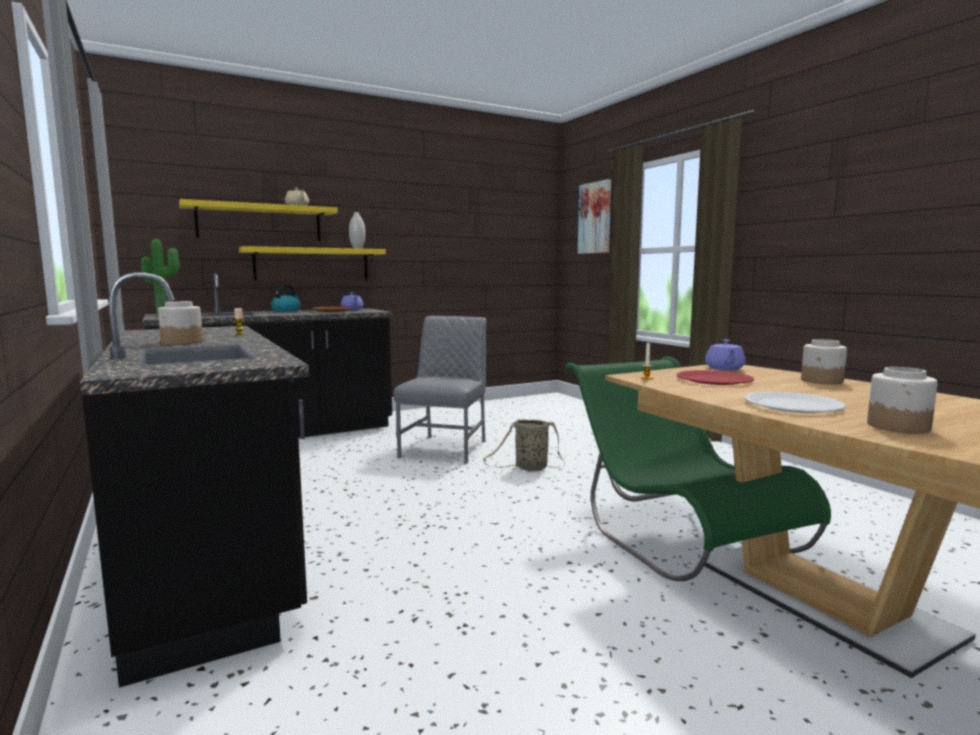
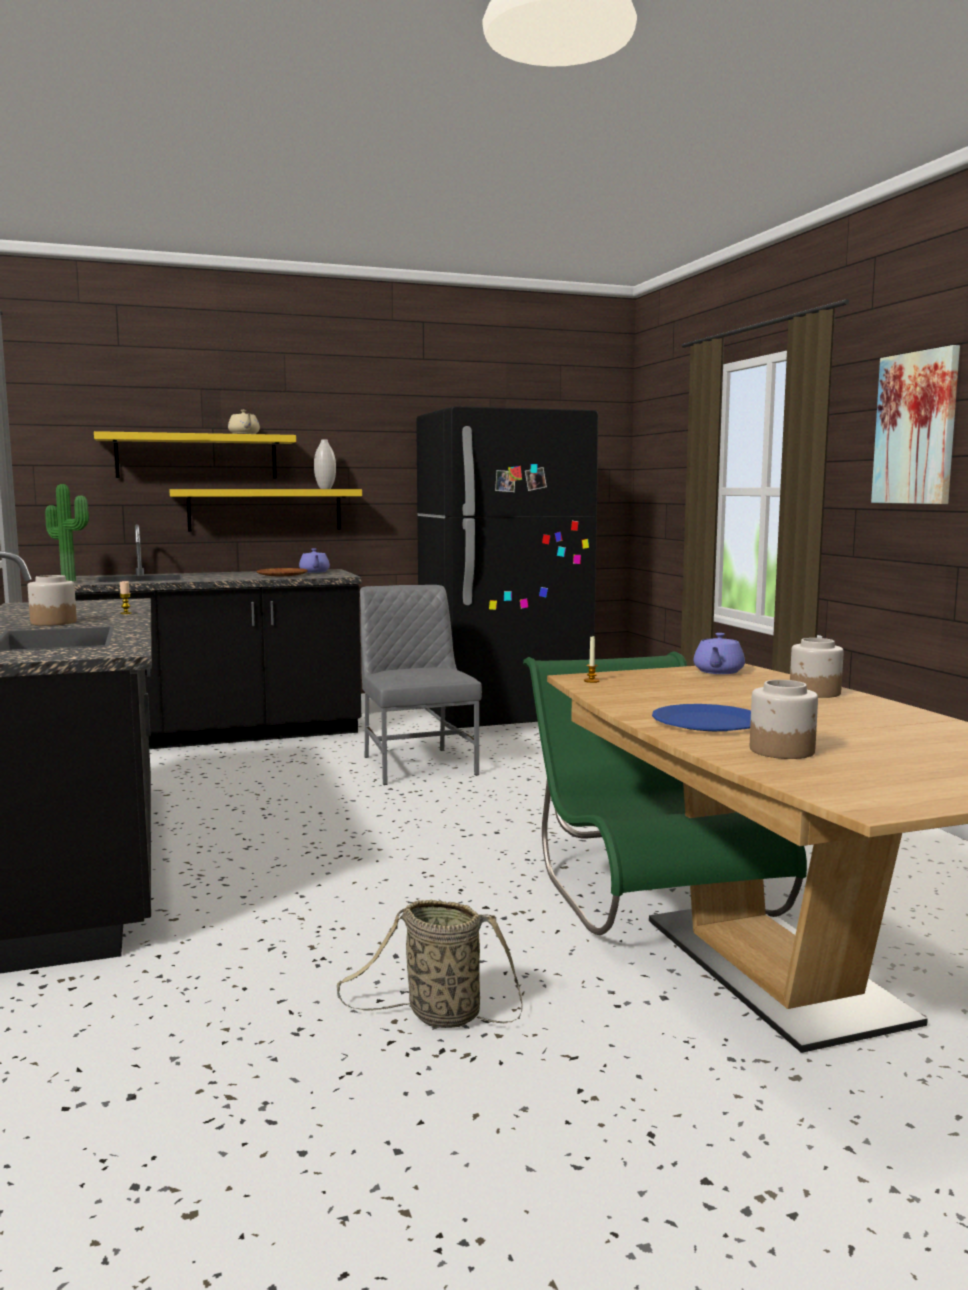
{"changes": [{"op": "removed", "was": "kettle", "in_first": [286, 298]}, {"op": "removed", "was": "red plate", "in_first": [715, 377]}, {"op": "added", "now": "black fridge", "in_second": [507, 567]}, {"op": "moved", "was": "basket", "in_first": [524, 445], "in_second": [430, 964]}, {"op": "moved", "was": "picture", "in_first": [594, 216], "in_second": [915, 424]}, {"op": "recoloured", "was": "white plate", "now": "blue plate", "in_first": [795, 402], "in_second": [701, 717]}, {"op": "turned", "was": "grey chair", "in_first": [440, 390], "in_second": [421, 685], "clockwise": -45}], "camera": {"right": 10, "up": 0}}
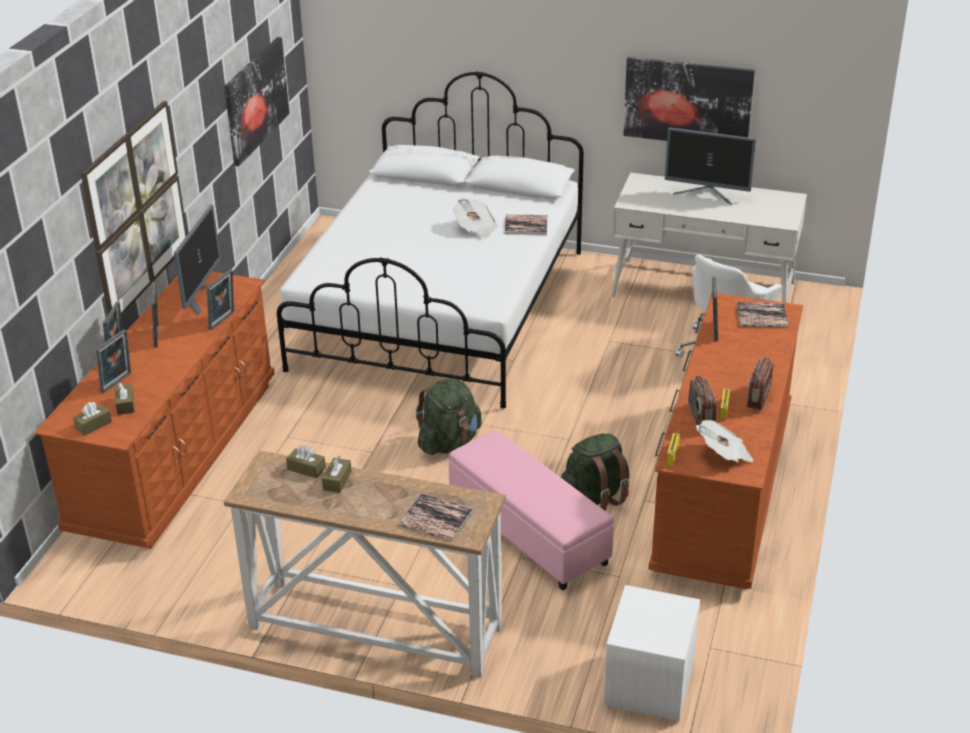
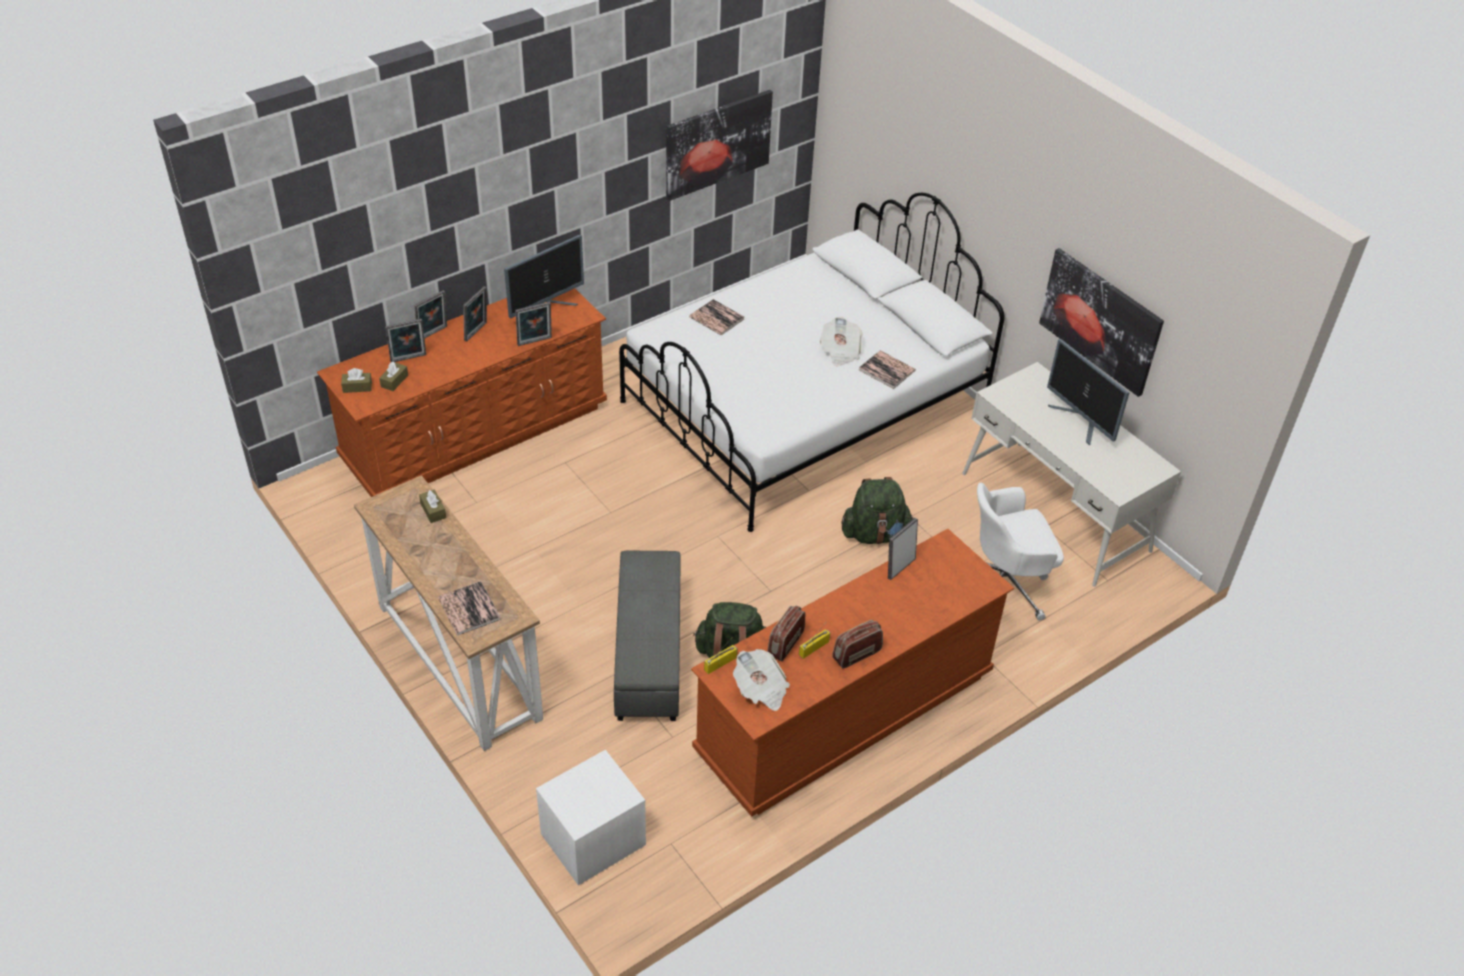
{"changes": [{"op": "removed", "was": "picture", "in_first": [134, 208]}, {"op": "removed", "was": "brown tissue box", "in_first": [337, 474]}, {"op": "moved", "was": "green backpack", "in_first": [449, 416], "in_second": [878, 510]}, {"op": "moved", "was": "book", "in_first": [762, 315], "in_second": [716, 317]}, {"op": "recoloured", "was": "pink ottoman", "now": "grey ottoman", "in_first": [531, 510], "in_second": [647, 636]}], "camera": {"right": 35, "up": 10}}
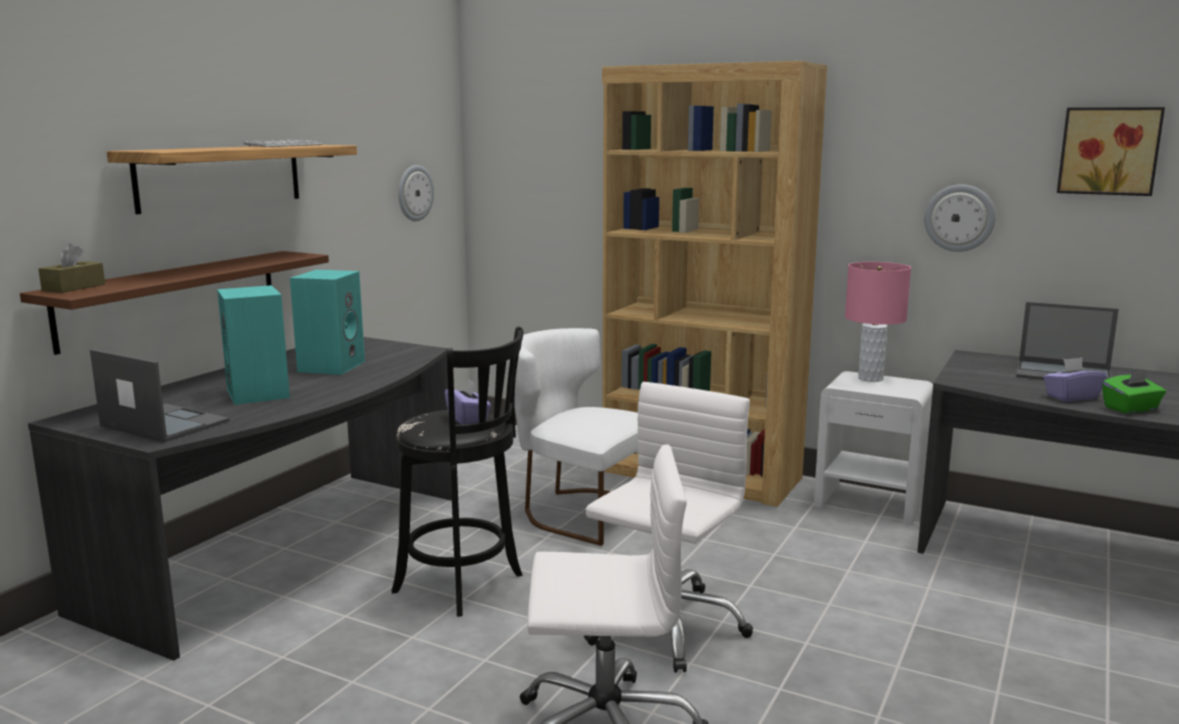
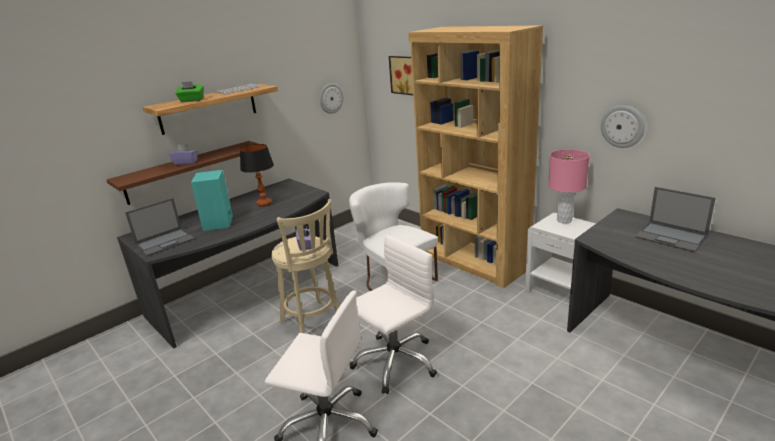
{"changes": [{"op": "removed", "was": "brown tissue box", "in_first": [71, 268]}, {"op": "moved", "was": "purple tissue box", "in_first": [1074, 380], "in_second": [183, 154]}, {"op": "moved", "was": "picture", "in_first": [1111, 151], "in_second": [401, 75]}, {"op": "moved", "was": "green tissue box", "in_first": [1134, 392], "in_second": [189, 91]}, {"op": "replaced", "was": "turquoise speaker", "now": "table lamp", "in_first": [327, 322], "in_second": [257, 175]}, {"op": "recoloured", "was": "black stool", "now": "beige stool", "in_first": [457, 471], "in_second": [305, 266]}, {"op": "turned", "was": "laptop", "in_first": [160, 395], "in_second": [160, 227], "clockwise": 90}], "camera": {"right": 20, "up": 10}}
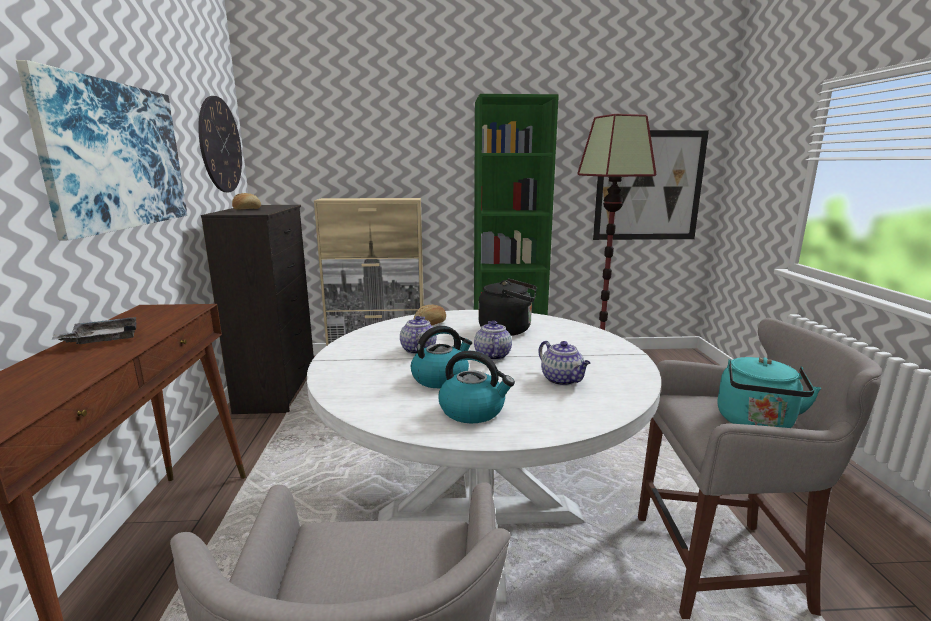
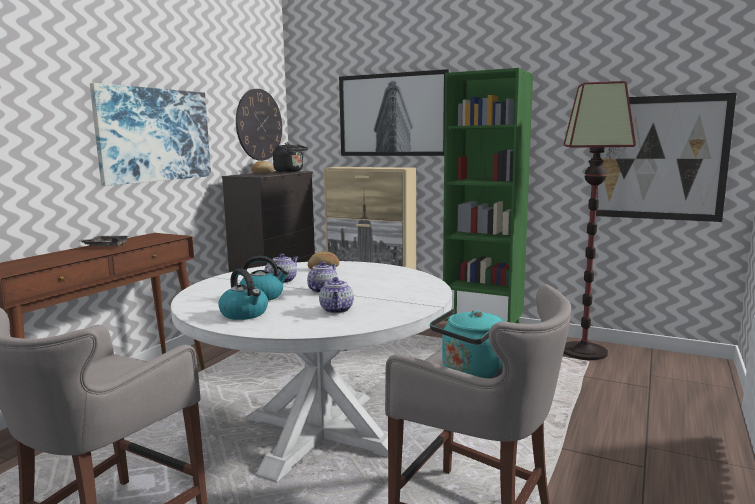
{"changes": [{"op": "added", "now": "picture", "in_second": [394, 112]}, {"op": "moved", "was": "black kettle", "in_first": [507, 307], "in_second": [290, 157]}], "camera": {"right": 30, "up": -5}}
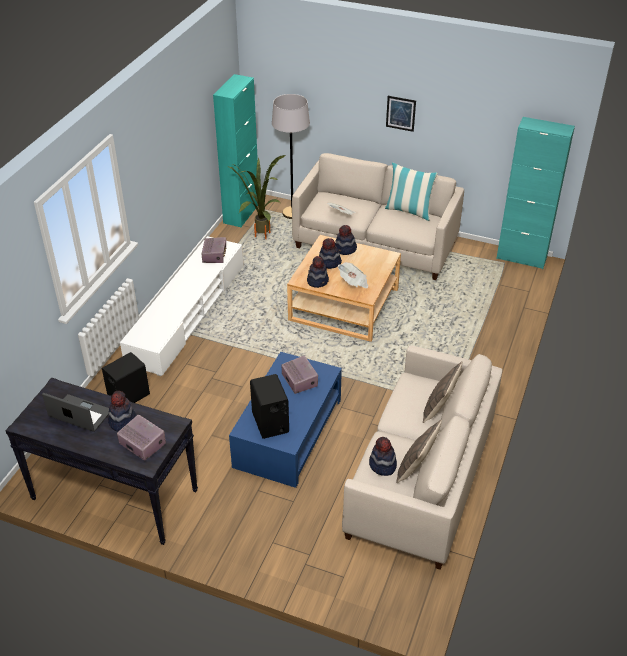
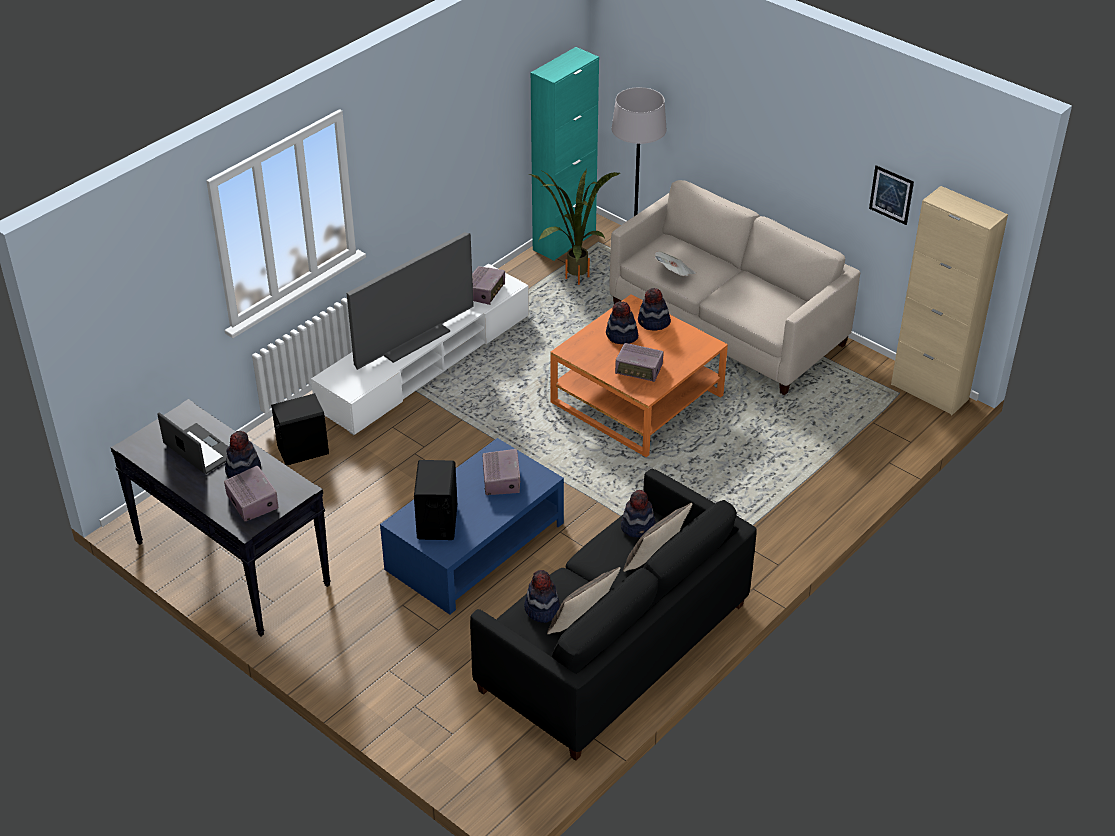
{"changes": [{"op": "removed", "was": "pillow", "in_first": [411, 192]}, {"op": "added", "now": "television", "in_second": [410, 301]}, {"op": "moved", "was": "hat", "in_first": [318, 272], "in_second": [638, 513]}, {"op": "moved", "was": "picture", "in_first": [401, 114], "in_second": [891, 195]}, {"op": "replaced", "was": "newspaper", "now": "radio", "in_first": [353, 275], "in_second": [639, 362]}, {"op": "recoloured", "was": "beige coffee table", "now": "orange coffee table", "in_first": [344, 288], "in_second": [639, 376]}, {"op": "recoloured", "was": "beige sofa", "now": "black sofa", "in_first": [422, 457], "in_second": [613, 614]}, {"op": "recoloured", "was": "turquoise cabinet", "now": "beige cabinet", "in_first": [535, 193], "in_second": [949, 300]}], "camera": {"right": 20, "up": 0}}
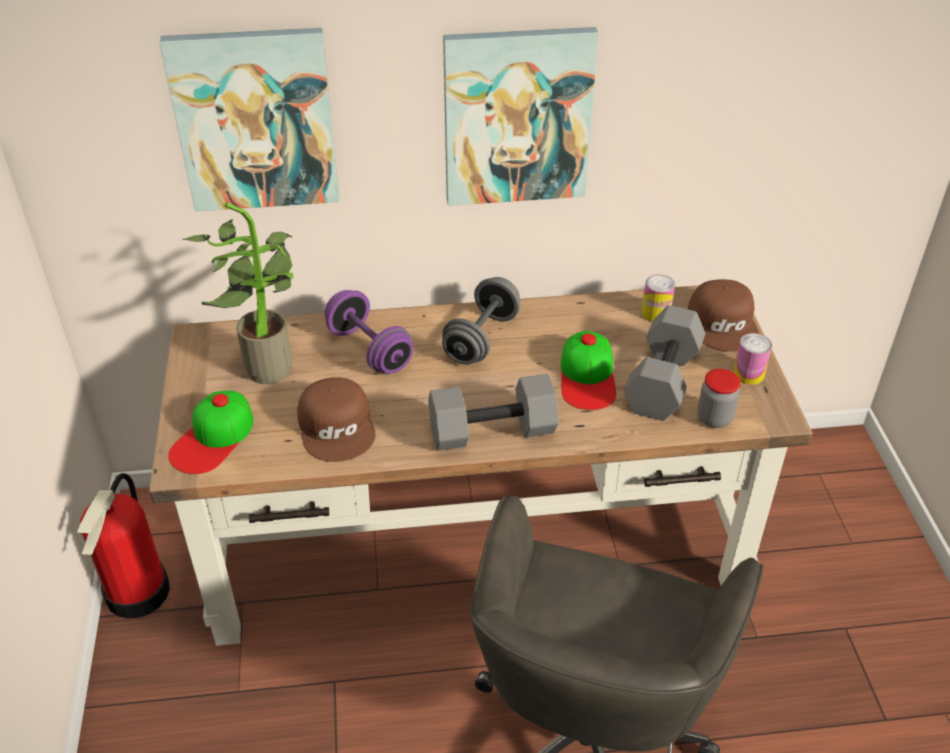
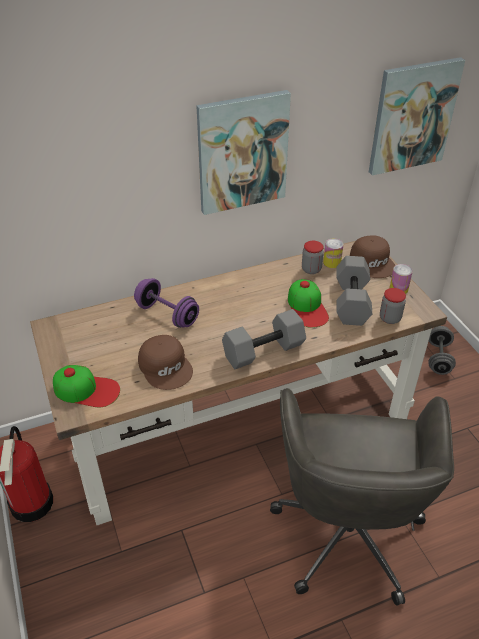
{"changes": [{"op": "removed", "was": "potted plant", "in_first": [238, 293]}, {"op": "added", "now": "jar", "in_second": [313, 257]}, {"op": "moved", "was": "picture", "in_first": [249, 120], "in_second": [417, 116]}, {"op": "moved", "was": "grey dumbbell", "in_first": [481, 321], "in_second": [442, 350]}, {"op": "turned", "was": "cap", "in_first": [210, 432], "in_second": [86, 386], "clockwise": -90}], "camera": {"right": -15, "up": 0}}
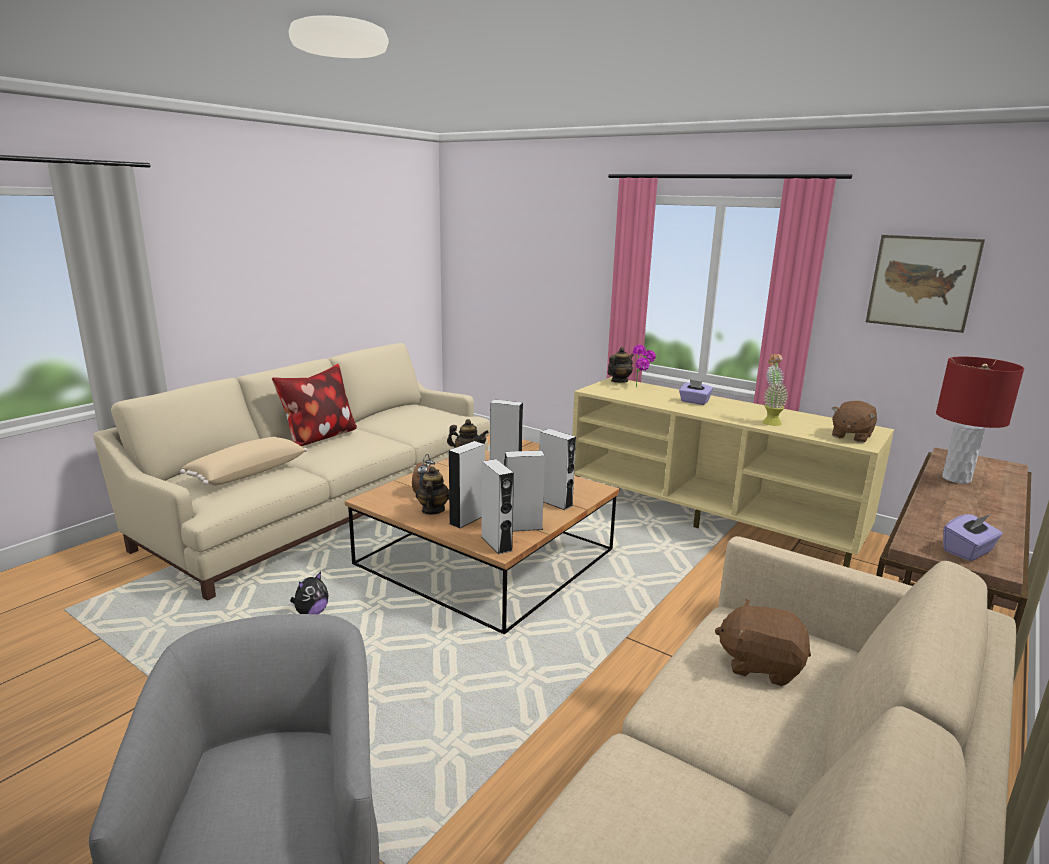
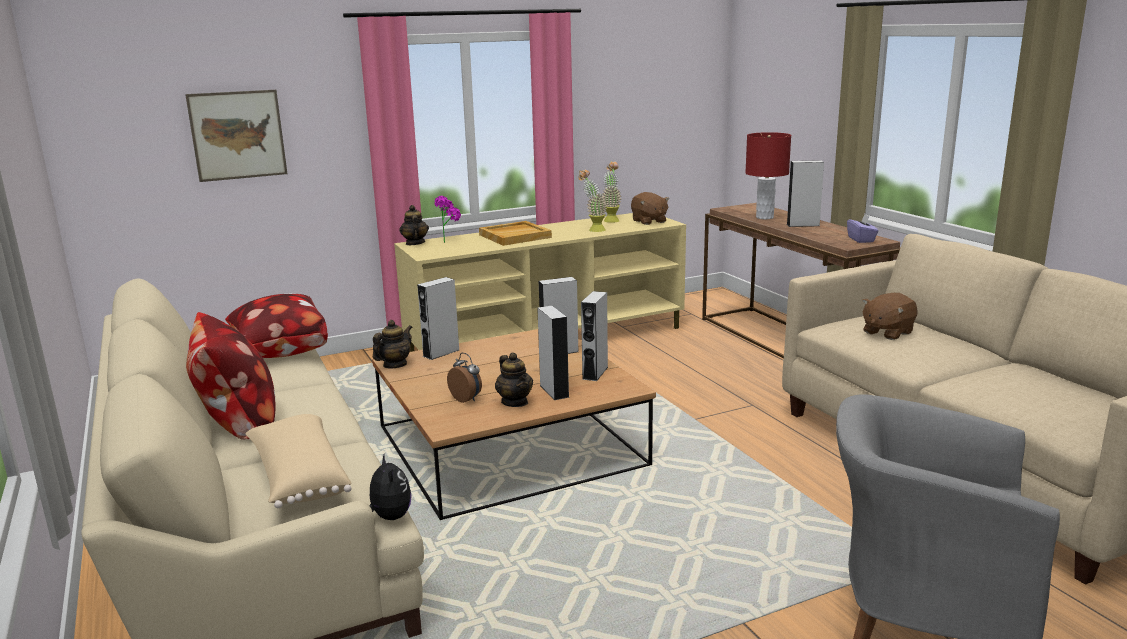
{"changes": [{"op": "added", "now": "pillow", "in_second": [276, 326]}, {"op": "added", "now": "potted plant", "in_second": [612, 192]}, {"op": "moved", "was": "plush toy", "in_first": [309, 592], "in_second": [390, 487]}, {"op": "moved", "was": "grey speaker", "in_first": [497, 506], "in_second": [805, 193]}, {"op": "moved", "was": "picture", "in_first": [925, 284], "in_second": [236, 136]}, {"op": "replaced", "was": "purple tissue box", "now": "beige tray", "in_first": [696, 392], "in_second": [515, 233]}, {"op": "turned", "was": "teapot", "in_first": [432, 490], "in_second": [514, 379], "clockwise": -150}], "camera": {"right": -60, "up": 0}}
